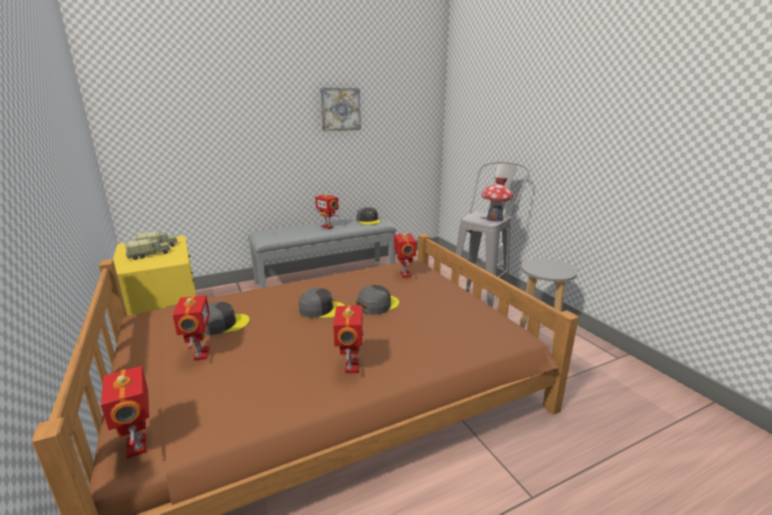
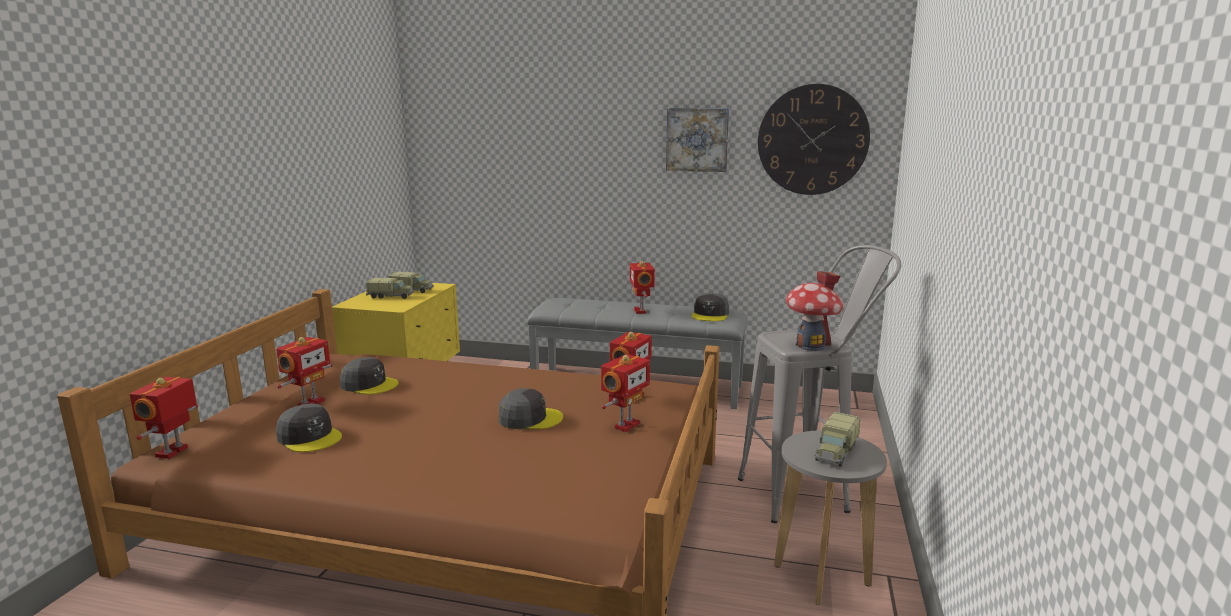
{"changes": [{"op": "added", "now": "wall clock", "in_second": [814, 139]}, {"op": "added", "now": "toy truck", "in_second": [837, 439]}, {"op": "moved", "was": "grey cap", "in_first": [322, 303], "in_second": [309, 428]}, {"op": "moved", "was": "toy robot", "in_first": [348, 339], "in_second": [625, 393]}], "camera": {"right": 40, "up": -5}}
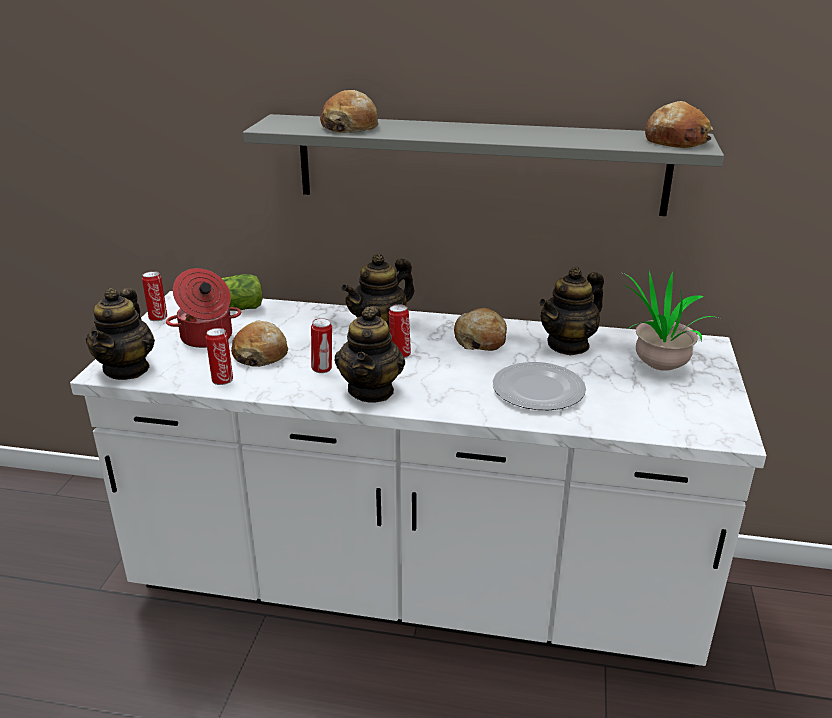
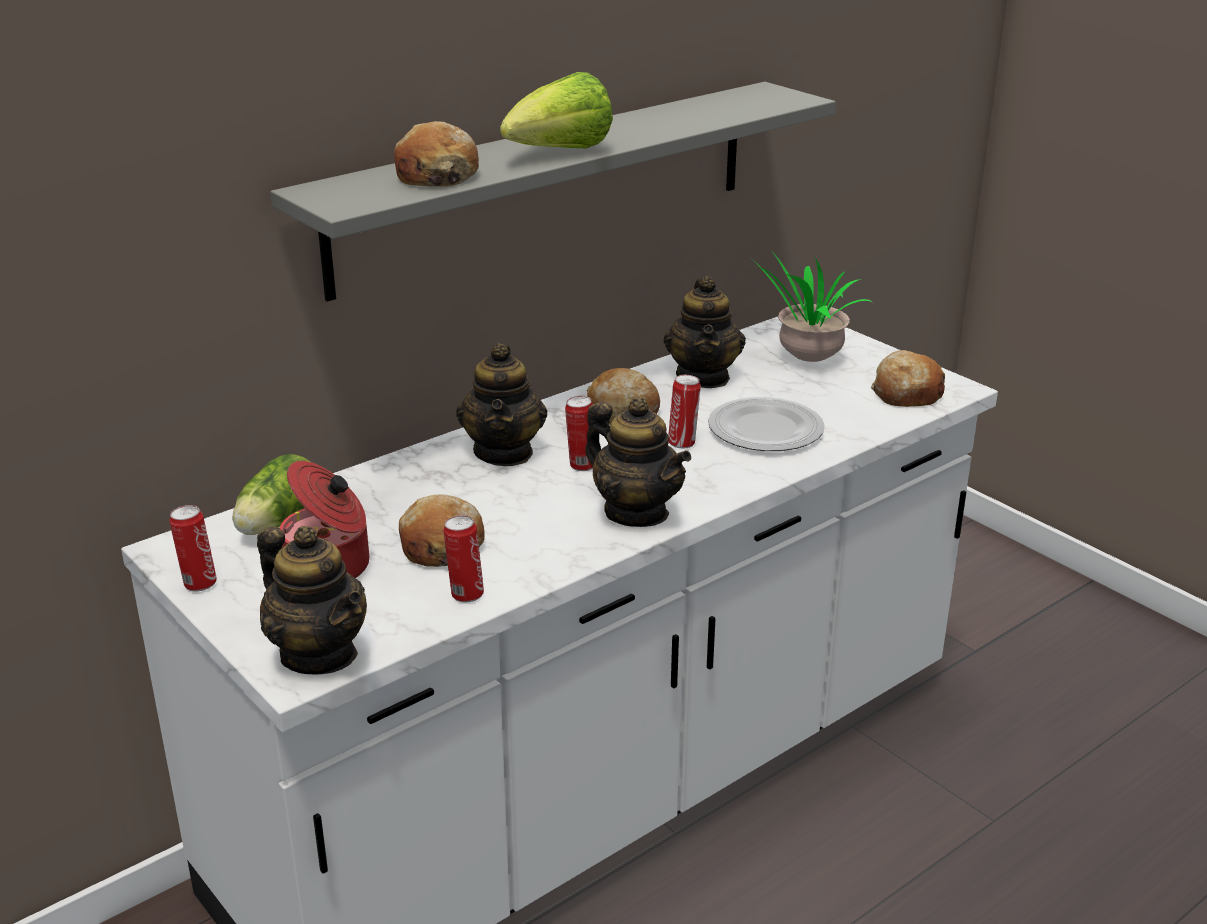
{"changes": [{"op": "added", "now": "lettuce", "in_second": [556, 110]}, {"op": "moved", "was": "can", "in_first": [321, 345], "in_second": [684, 411]}, {"op": "moved", "was": "bread", "in_first": [679, 124], "in_second": [908, 378]}], "camera": {"right": -50, "up": 0}}
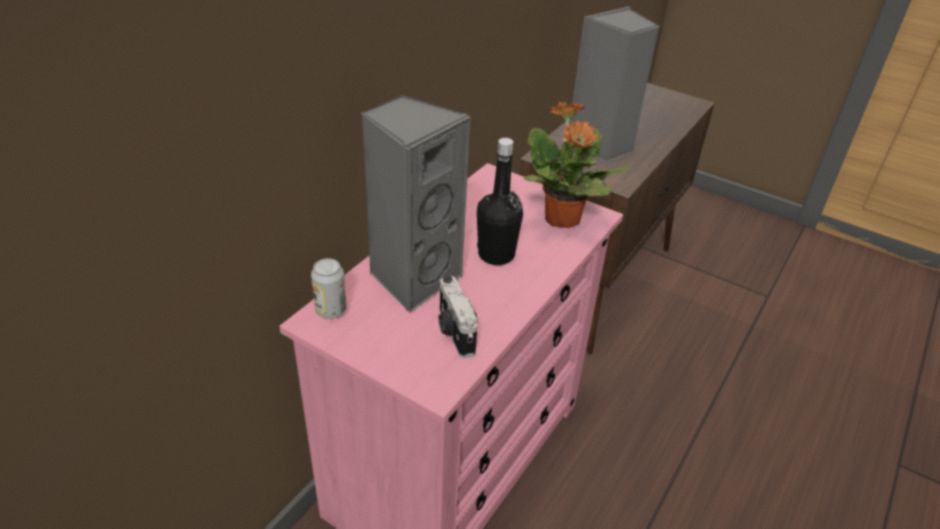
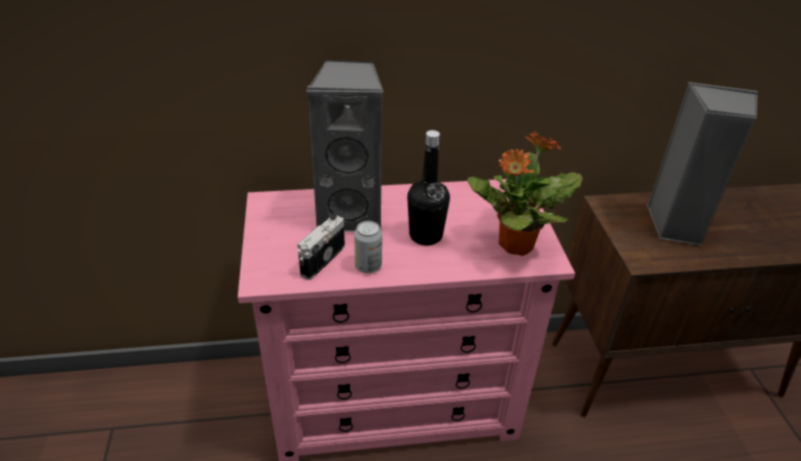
{"changes": [{"op": "moved", "was": "can", "in_first": [329, 288], "in_second": [368, 247]}], "camera": {"right": 50, "up": 0}}
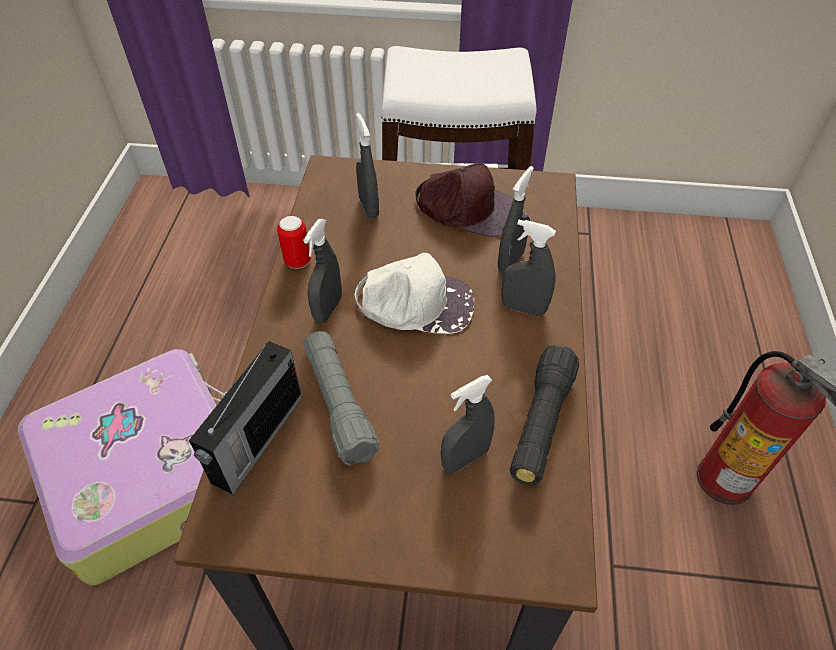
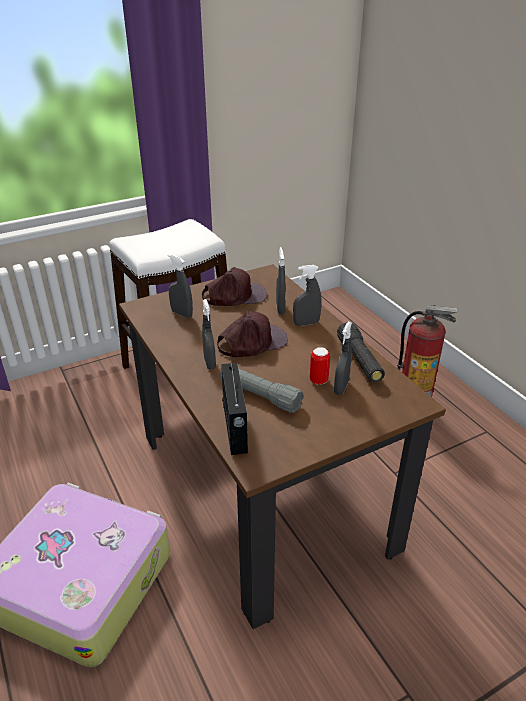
{"changes": [{"op": "moved", "was": "can", "in_first": [294, 242], "in_second": [320, 366]}, {"op": "recoloured", "was": "white cap", "now": "brown cap", "in_first": [414, 293], "in_second": [252, 334]}], "camera": {"right": -35, "up": -15}}
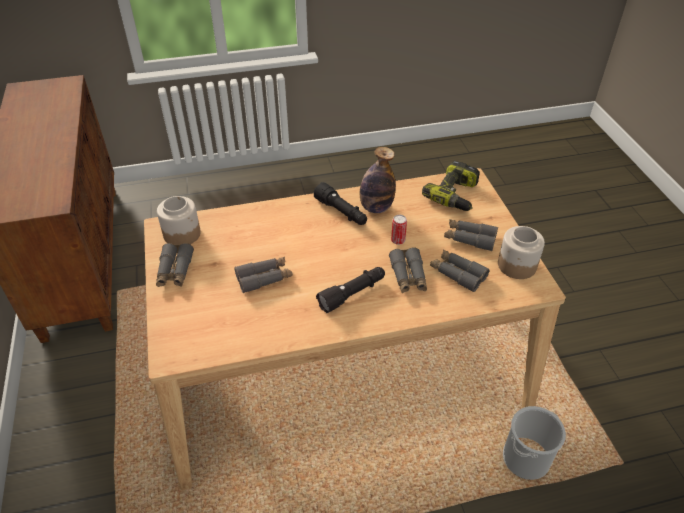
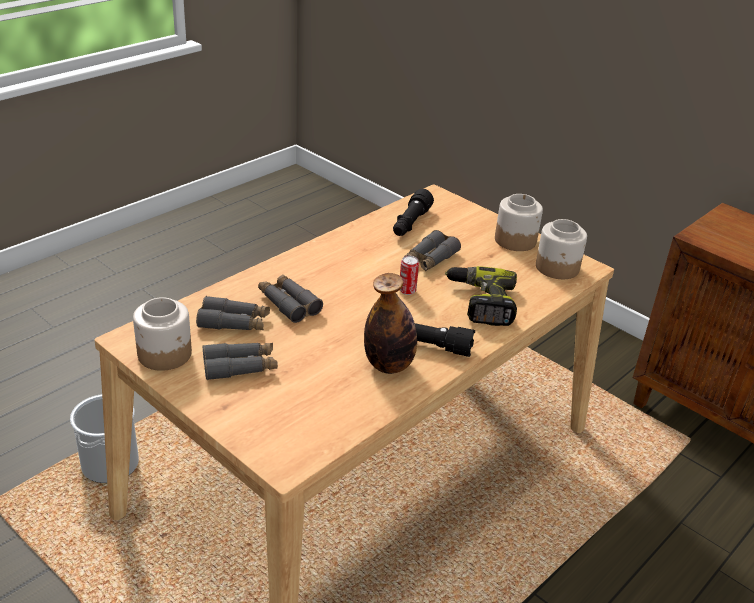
{"changes": [{"op": "moved", "was": "black flashlight", "in_first": [350, 290], "in_second": [413, 212]}, {"op": "moved", "was": "can", "in_first": [399, 230], "in_second": [409, 275]}, {"op": "moved", "was": "power drill", "in_first": [451, 186], "in_second": [481, 296]}, {"op": "replaced", "was": "grey binoculars", "now": "jar", "in_first": [175, 265], "in_second": [519, 222]}], "camera": {"right": 145, "up": -10}}
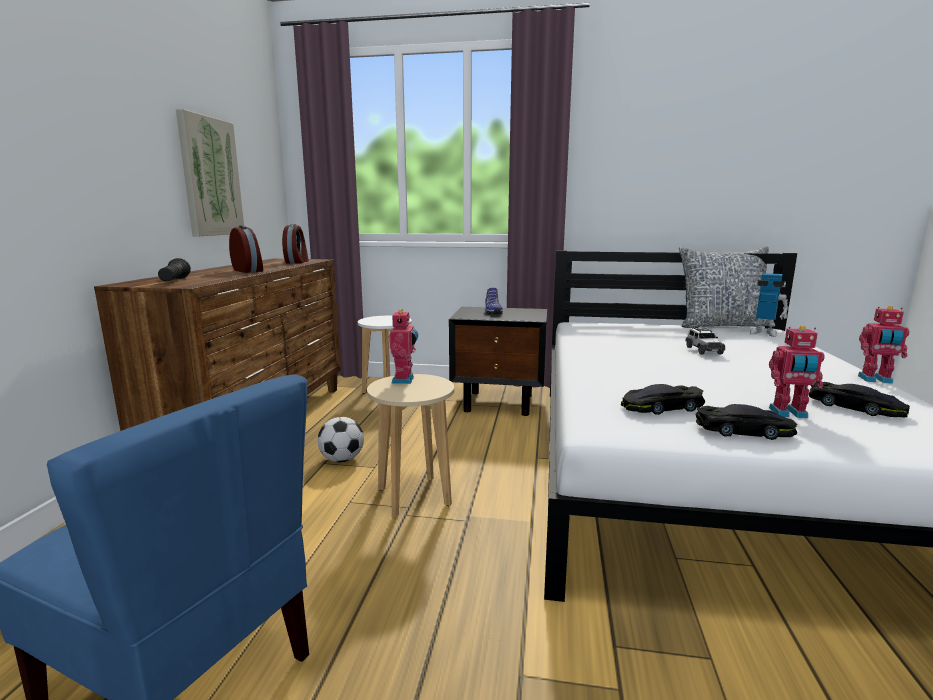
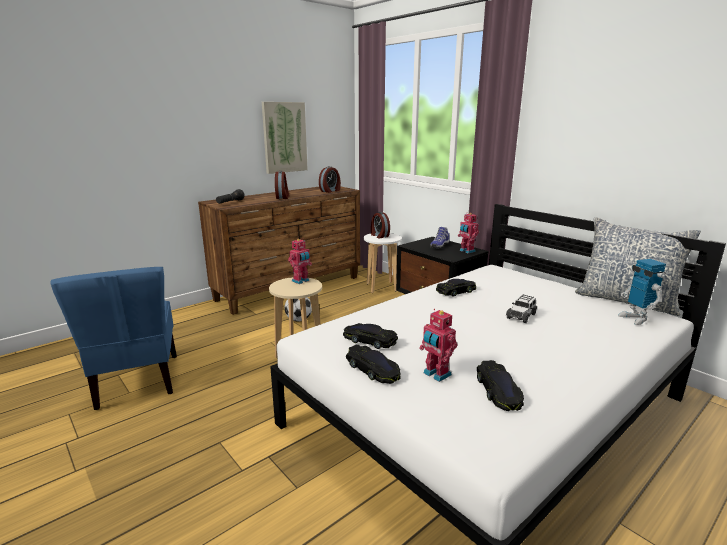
{"changes": [{"op": "added", "now": "alarm clock", "in_second": [380, 225]}, {"op": "added", "now": "black toy car", "in_second": [456, 288]}, {"op": "moved", "was": "toy robot", "in_first": [884, 345], "in_second": [468, 233]}], "camera": {"right": 40, "up": 5}}
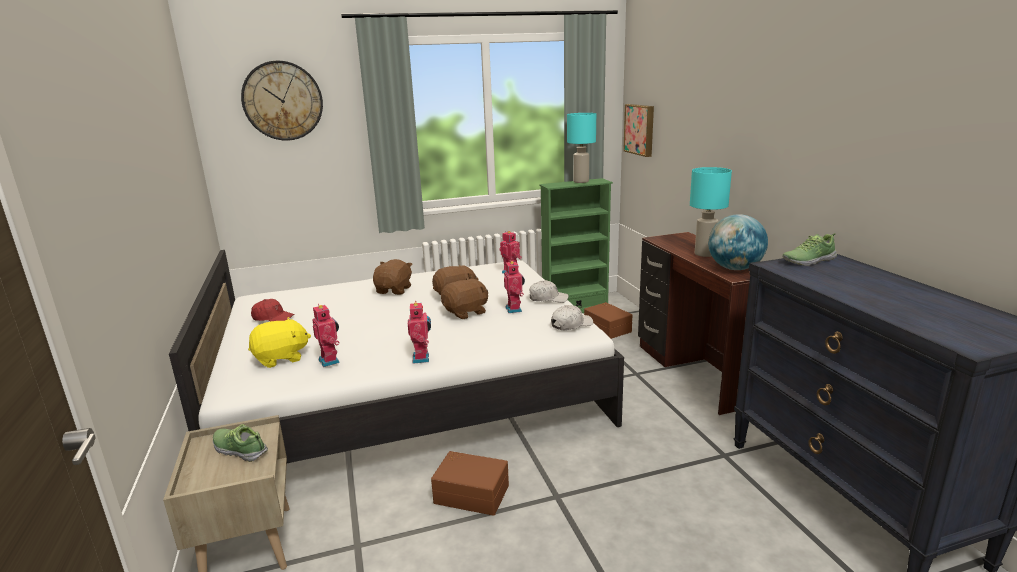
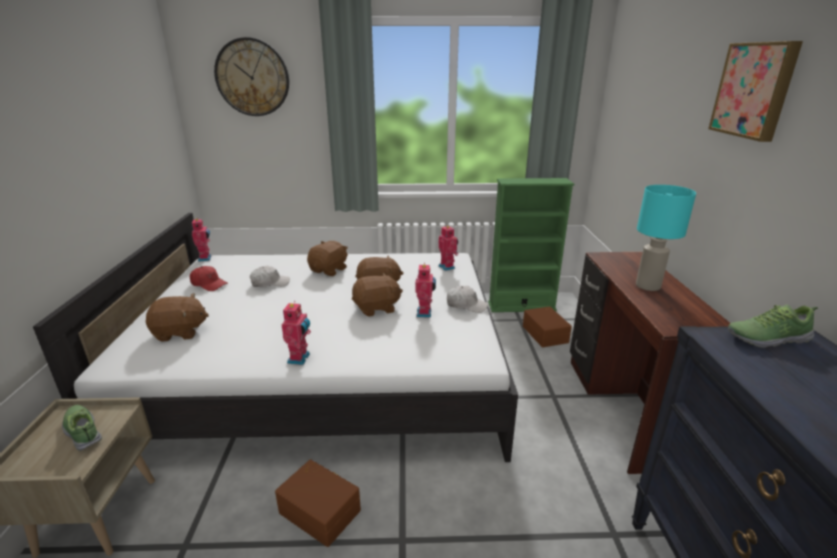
{"changes": [{"op": "removed", "was": "turquoise table lamp", "in_first": [581, 148]}, {"op": "removed", "was": "globe", "in_first": [738, 242]}, {"op": "moved", "was": "toy robot", "in_first": [326, 335], "in_second": [201, 240]}, {"op": "moved", "was": "white cap", "in_first": [572, 317], "in_second": [270, 276]}, {"op": "moved", "was": "picture", "in_first": [638, 130], "in_second": [755, 91]}, {"op": "recoloured", "was": "yellow plush toy", "now": "brown plush toy", "in_first": [279, 342], "in_second": [177, 317]}], "camera": {"right": 15, "up": 5}}
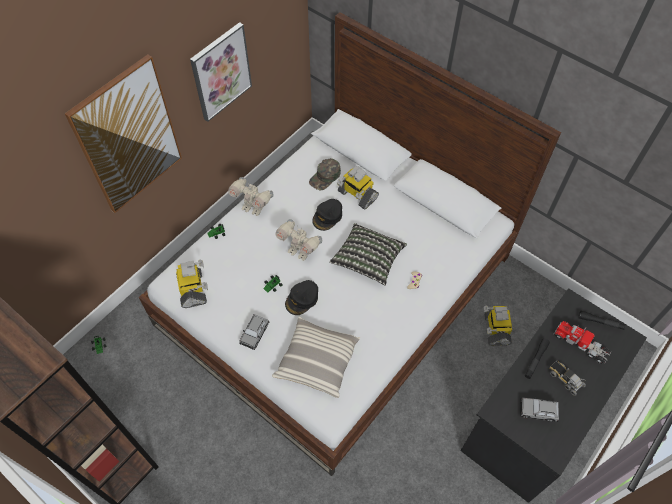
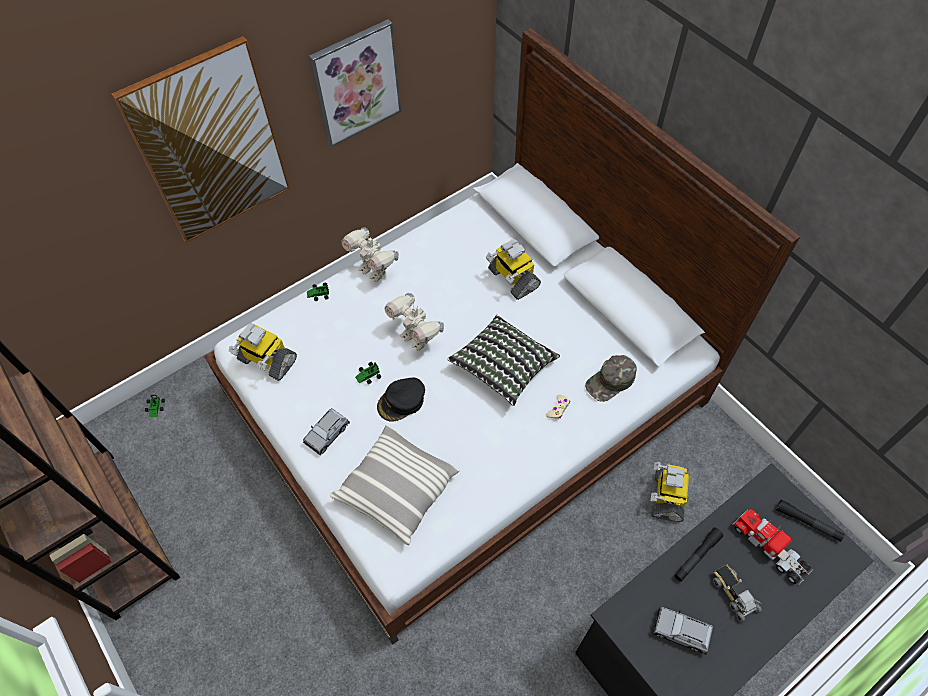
{"changes": [{"op": "removed", "was": "black cap", "in_first": [327, 215]}, {"op": "moved", "was": "green cap", "in_first": [325, 174], "in_second": [611, 378]}, {"op": "turned", "was": "toy robot", "in_first": [192, 284], "in_second": [263, 352], "clockwise": 120}], "camera": {"right": 15, "up": 0}}
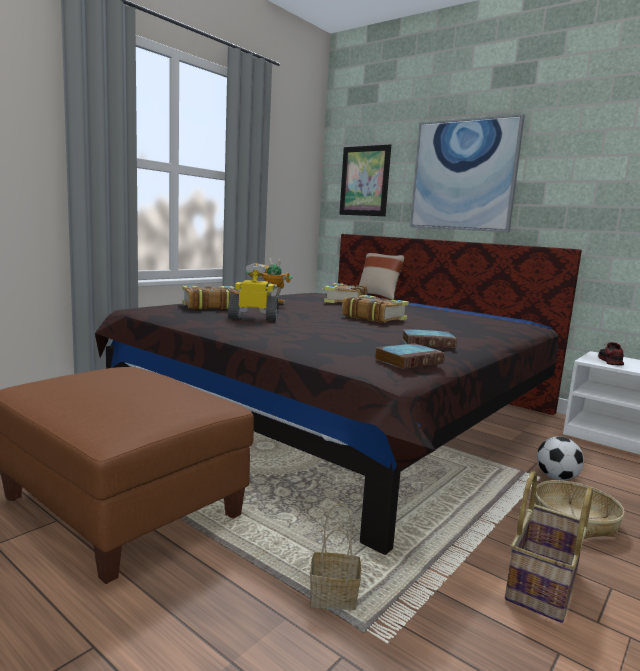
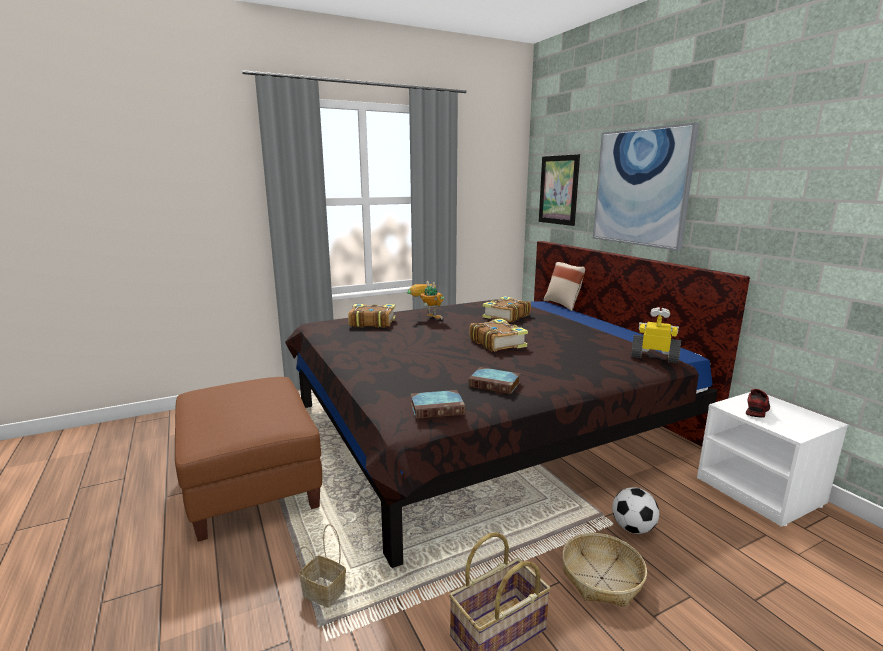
{"changes": [{"op": "moved", "was": "toy robot", "in_first": [253, 292], "in_second": [656, 335]}], "camera": {"right": 25, "up": 5}}
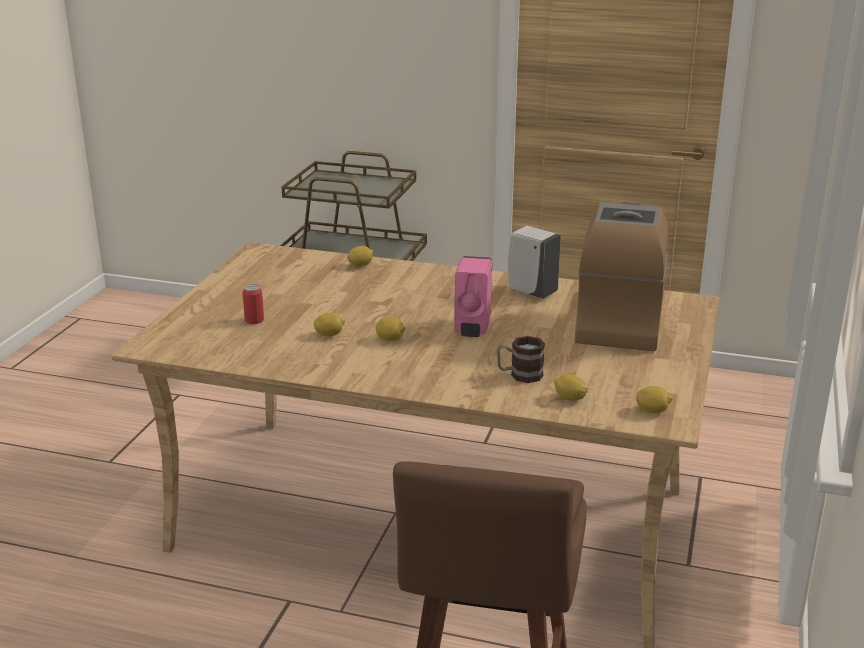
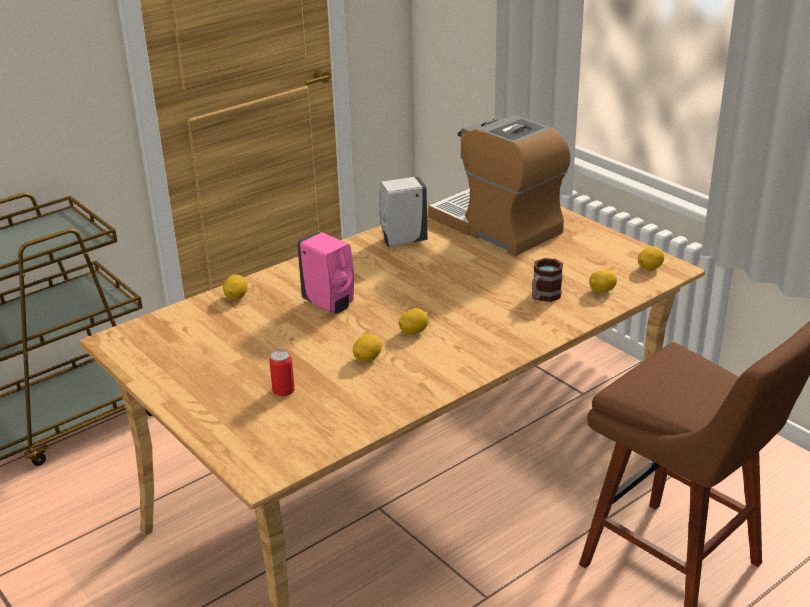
{"changes": [{"op": "moved", "was": "pink soap dispenser", "in_first": [473, 296], "in_second": [325, 273]}], "camera": {"right": -55, "up": 5}}
